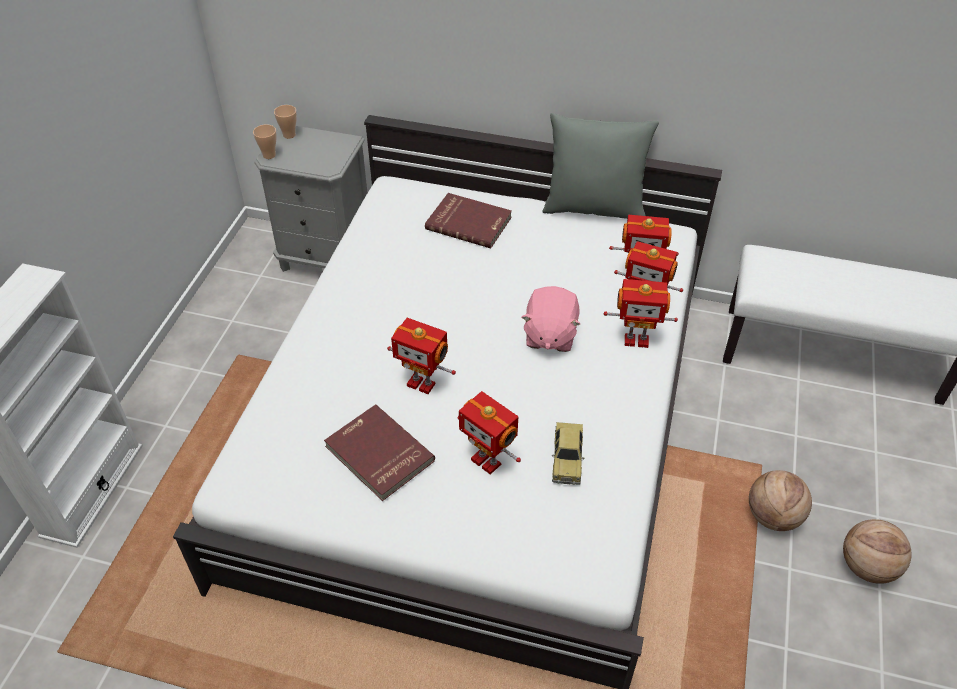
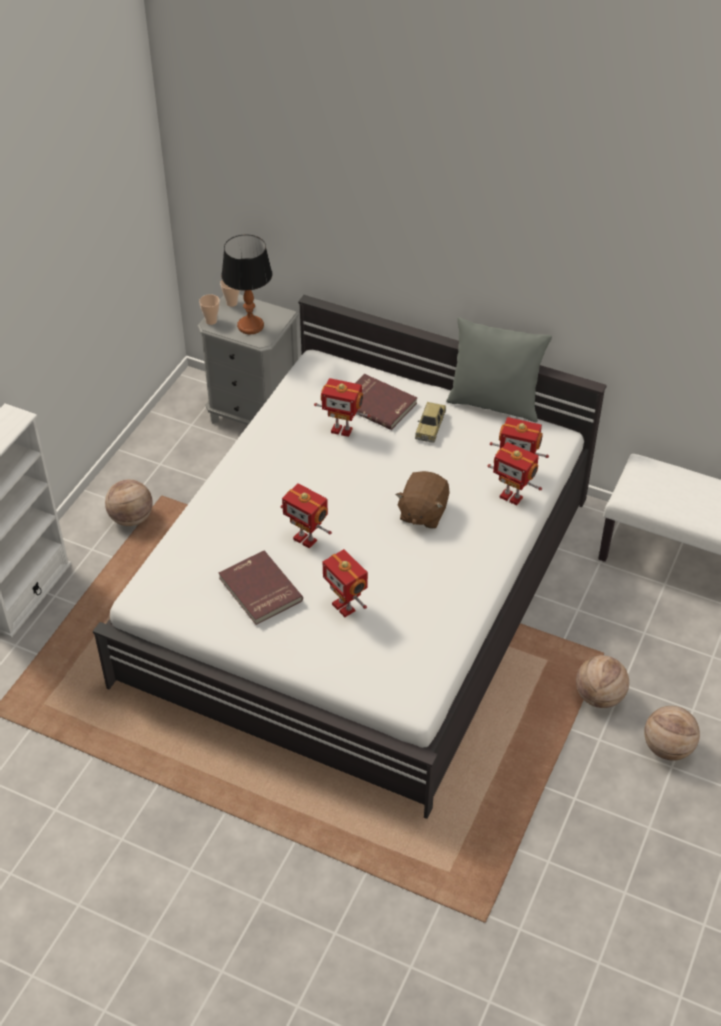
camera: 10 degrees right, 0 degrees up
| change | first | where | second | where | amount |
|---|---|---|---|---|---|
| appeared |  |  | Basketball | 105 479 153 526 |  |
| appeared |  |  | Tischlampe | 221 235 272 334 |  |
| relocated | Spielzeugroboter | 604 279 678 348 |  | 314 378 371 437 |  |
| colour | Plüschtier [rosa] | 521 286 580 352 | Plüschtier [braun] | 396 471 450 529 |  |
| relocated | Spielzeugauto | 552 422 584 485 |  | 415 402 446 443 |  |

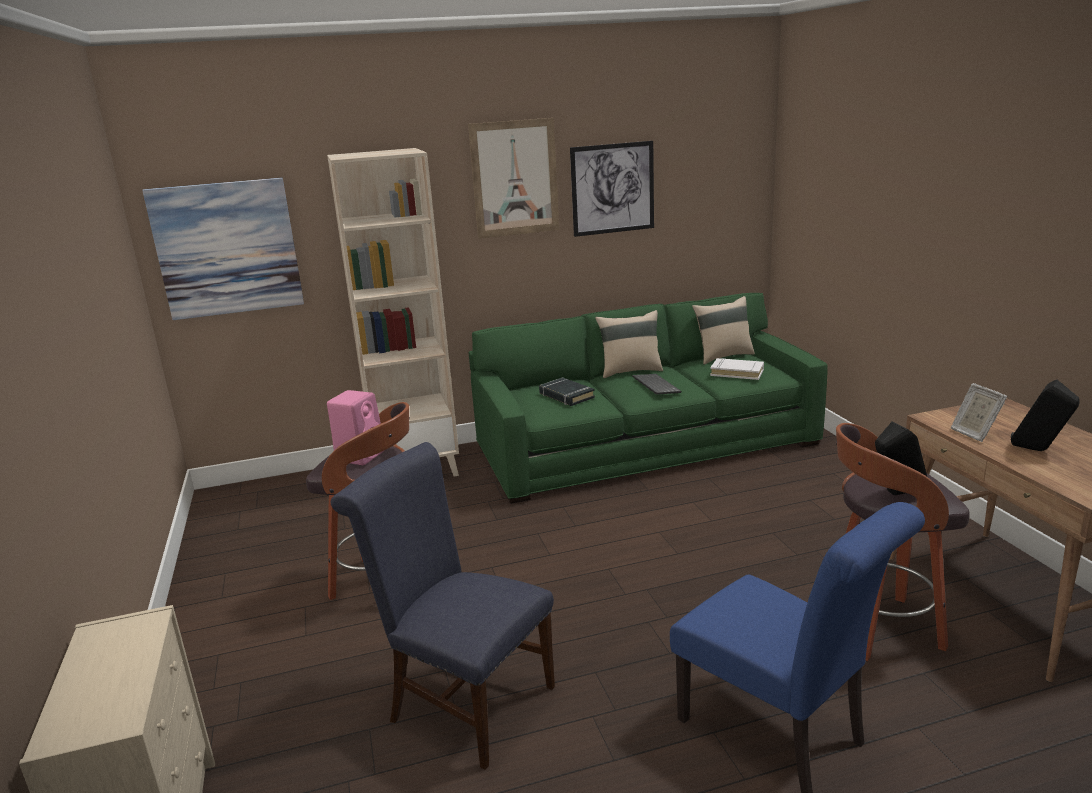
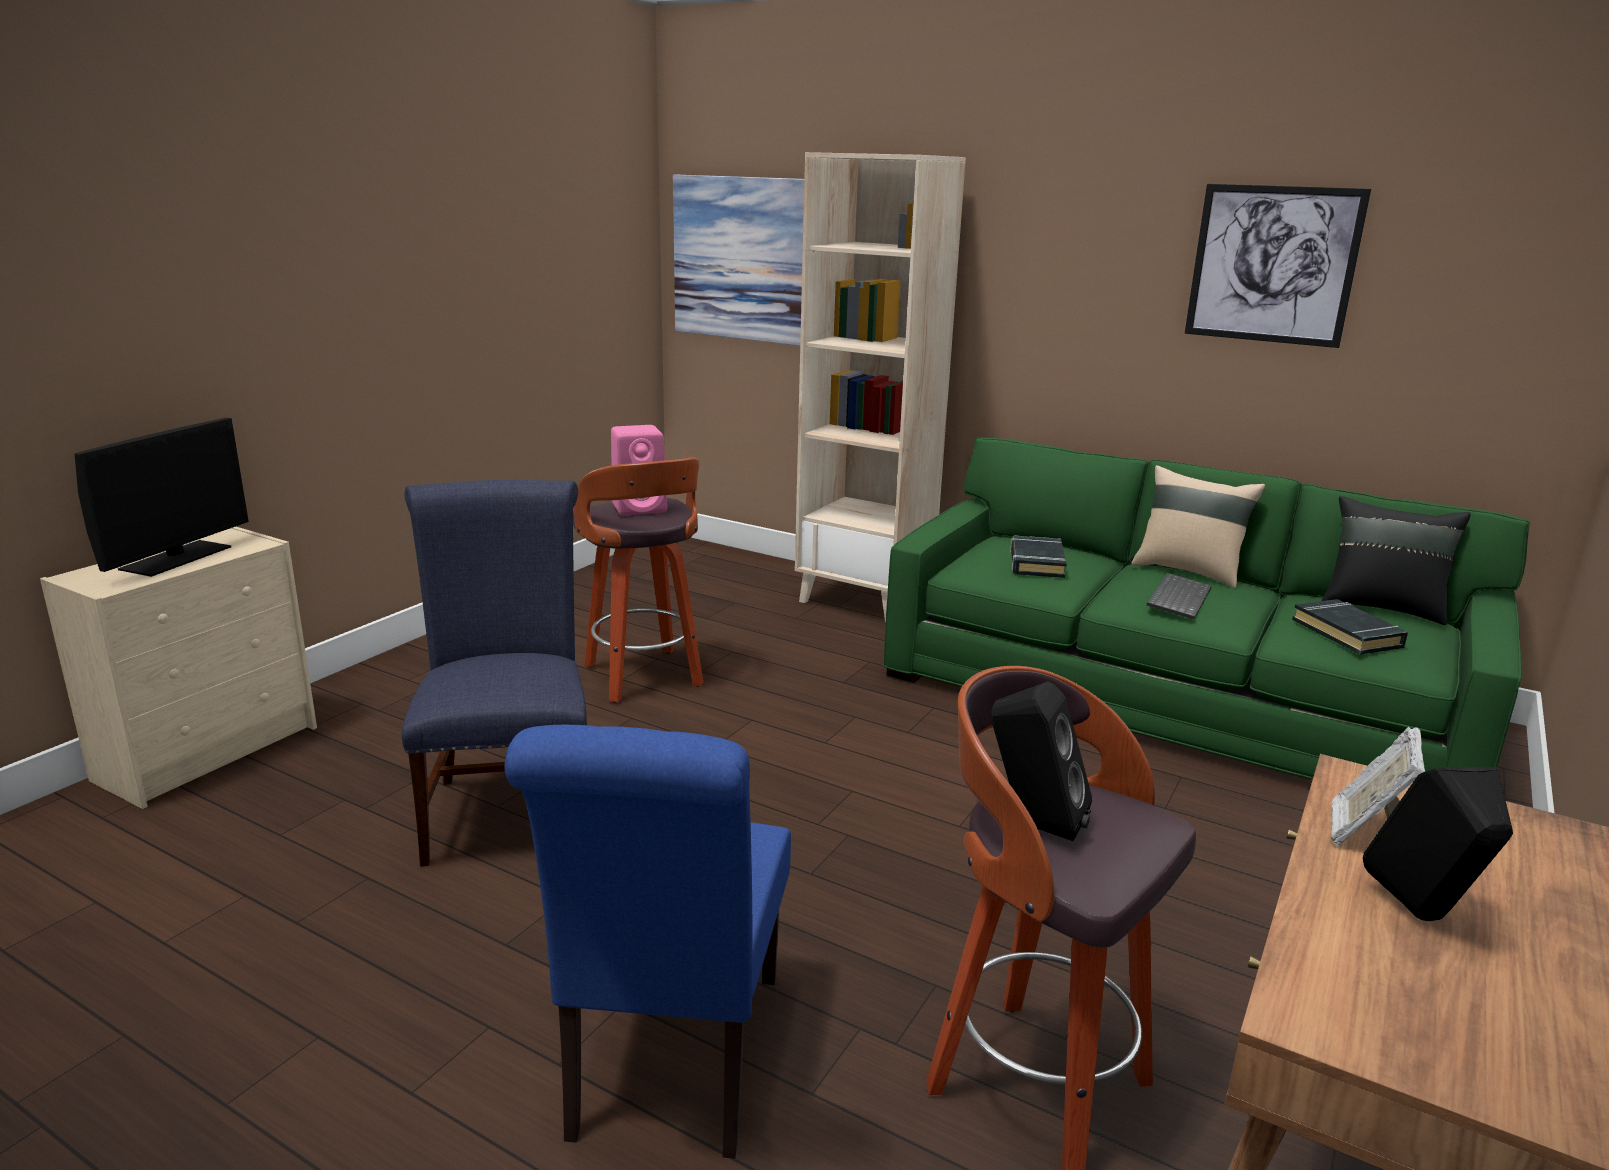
camera: 45 degrees right, 0 degrees up
| change | first | where | second | where | amount |
|---|---|---|---|---|---|
| appeared |  |  | Monitor | 74 418 249 577 |  |
| colour | Buch [weiß] | 710 358 764 380 | Buch [schwarz] | 1292 599 1408 655 |  |
| colour | Kissen [beige] | 692 296 755 365 | Kissen [schwarz] | 1321 496 1471 625 |  |
| missing | Bild | 468 118 559 239 |  |  |  |

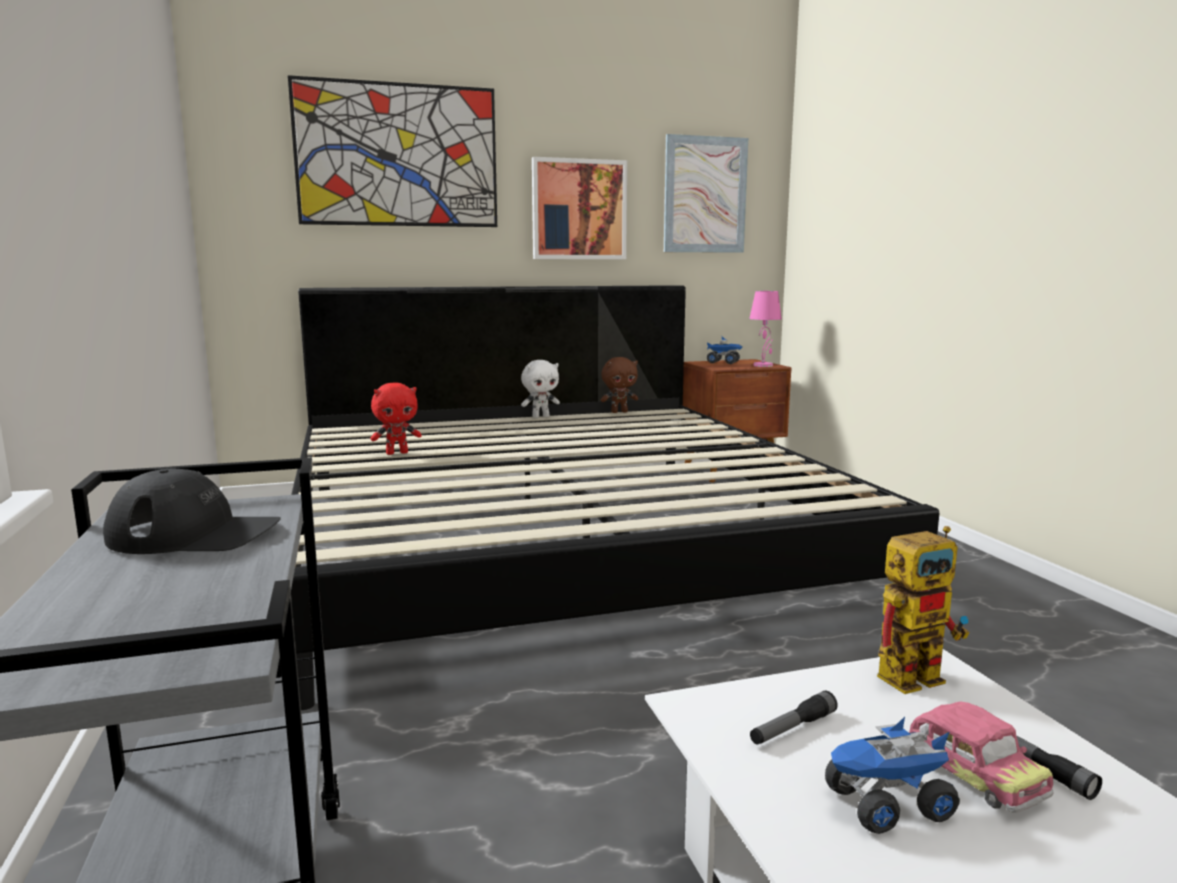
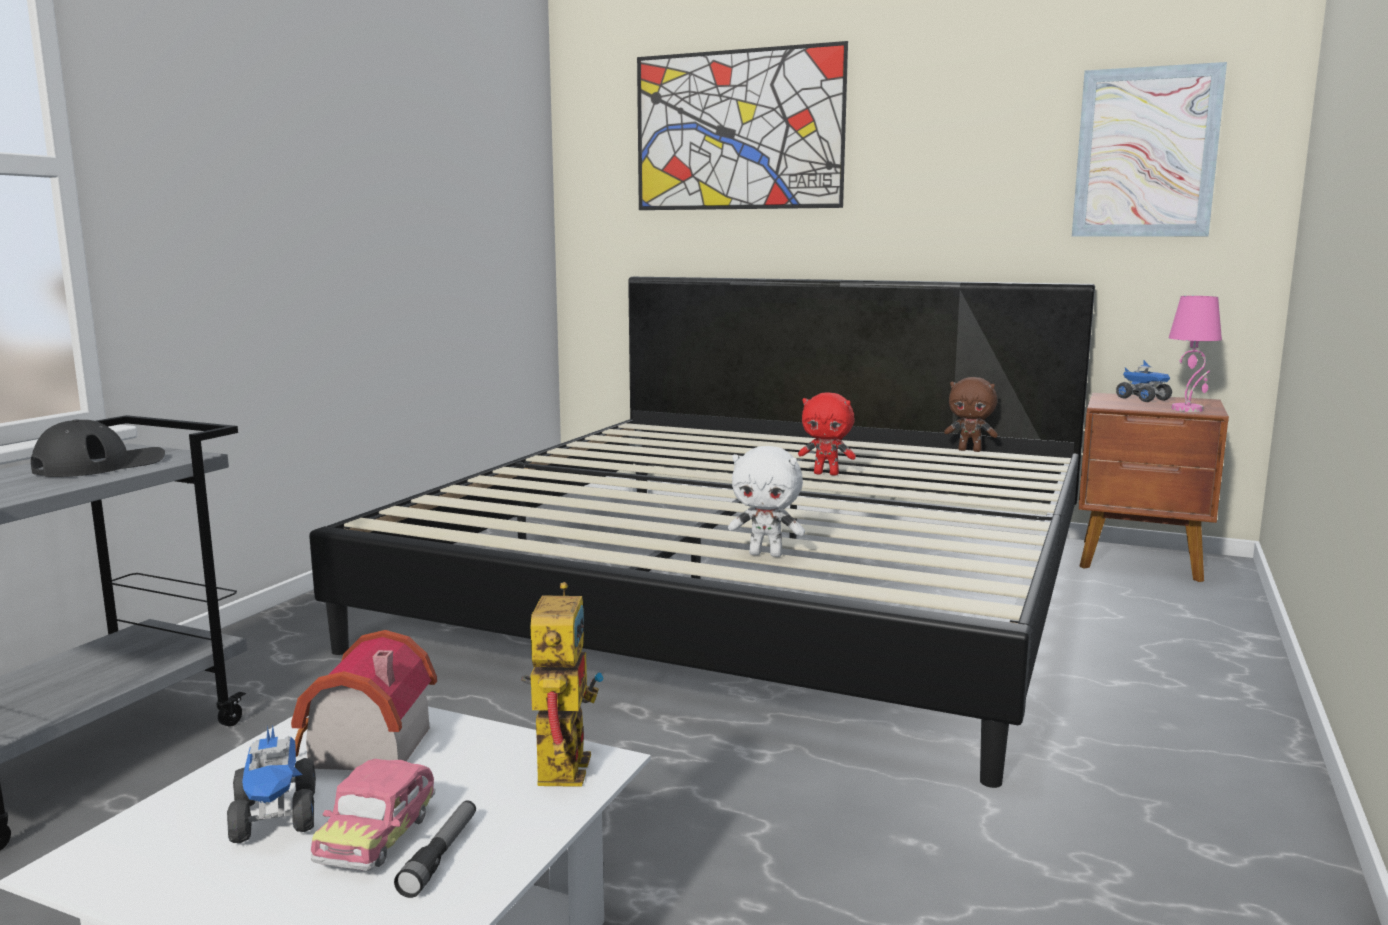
camera: 40 degrees right, 0 degrees up
| change | first | where | second | where | amount |
|---|---|---|---|---|---|
| spun | Kappe [schwarz] | 103 469 281 554 |  | 31 419 165 477 | 90 degrees counterclockwise |
| spun | Spielzeuglaster | 825 717 960 834 |  | 227 725 316 843 | 135 degrees counterclockwise |
| exchanged | Taschenlampe | 750 691 838 744 | Spielzeughaus | 291 630 437 770 |  |
| spun | Spielzeugroboter | 877 526 970 694 |  | 521 582 604 787 | 105 degrees counterclockwise |
| relocated | Plüschtier [weiß] | 521 360 560 418 |  | 728 446 805 557 |  |
| relocated | Plüschtier [rot] | 371 383 422 455 |  | 798 393 856 476 |  |
| missing | Bild | 532 157 627 259 |  |  |  |

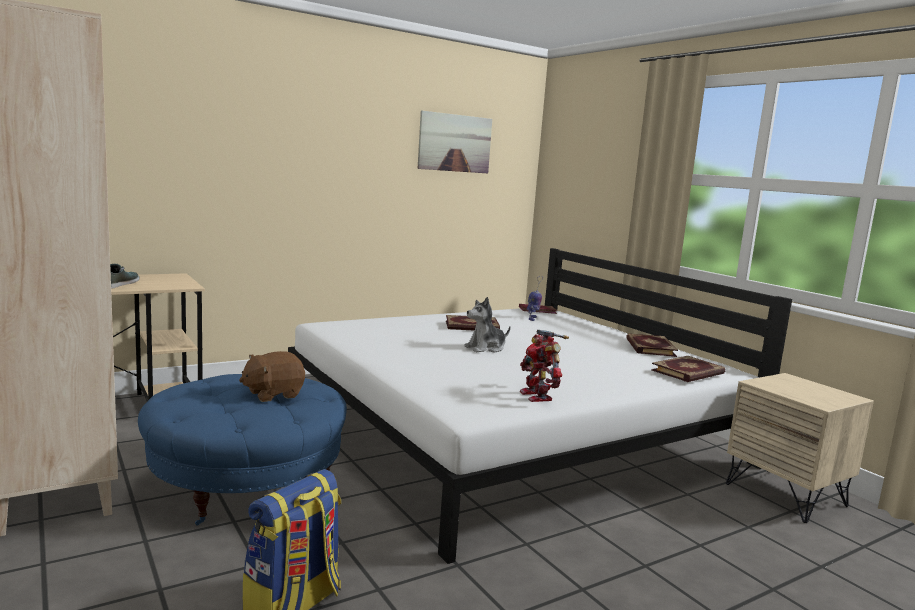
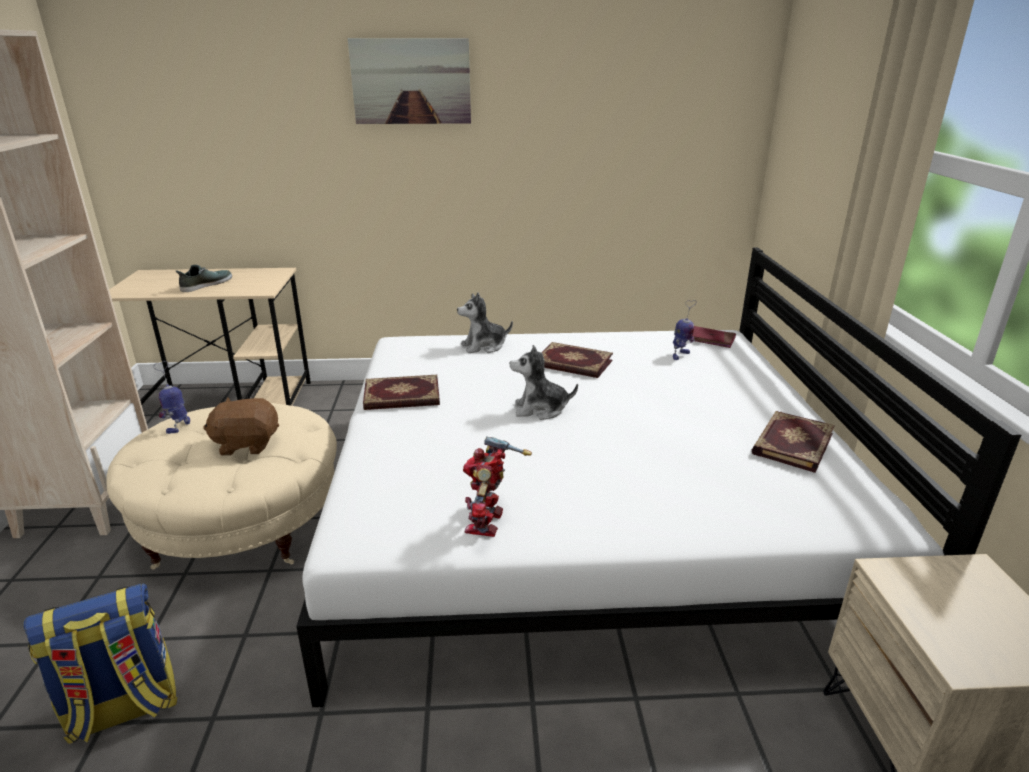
camera: 30 degrees right, 15 degrees up
| change | first | where | second | where | amount |
|---|---|---|---|---|---|
| colour | Polsterhocker [blau] | 138 374 347 525 | Polsterhocker [beige] | 106 403 337 570 |  |
| appeared |  |  | Spielzeugroboter | 154 361 190 434 |  |
| relocated | Bild | 417 111 492 173 |  | 348 38 471 124 |  |
| relocated | Buch | 651 356 725 382 |  | 363 375 440 410 |  |
| appeared |  |  | Plüschtier | 457 293 513 353 |  |

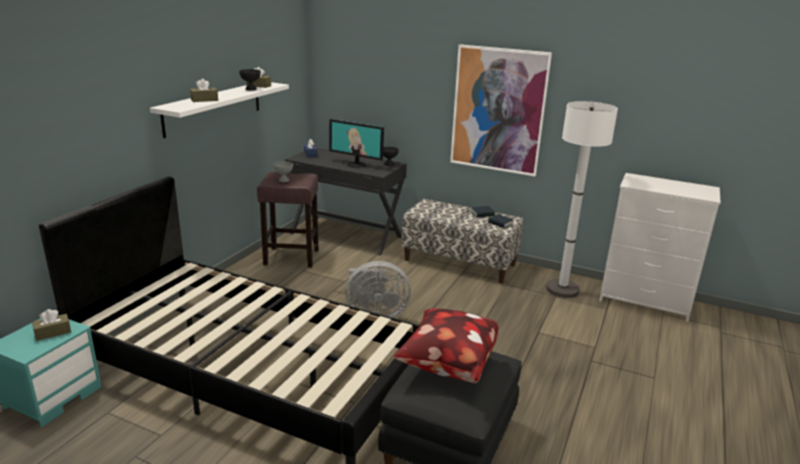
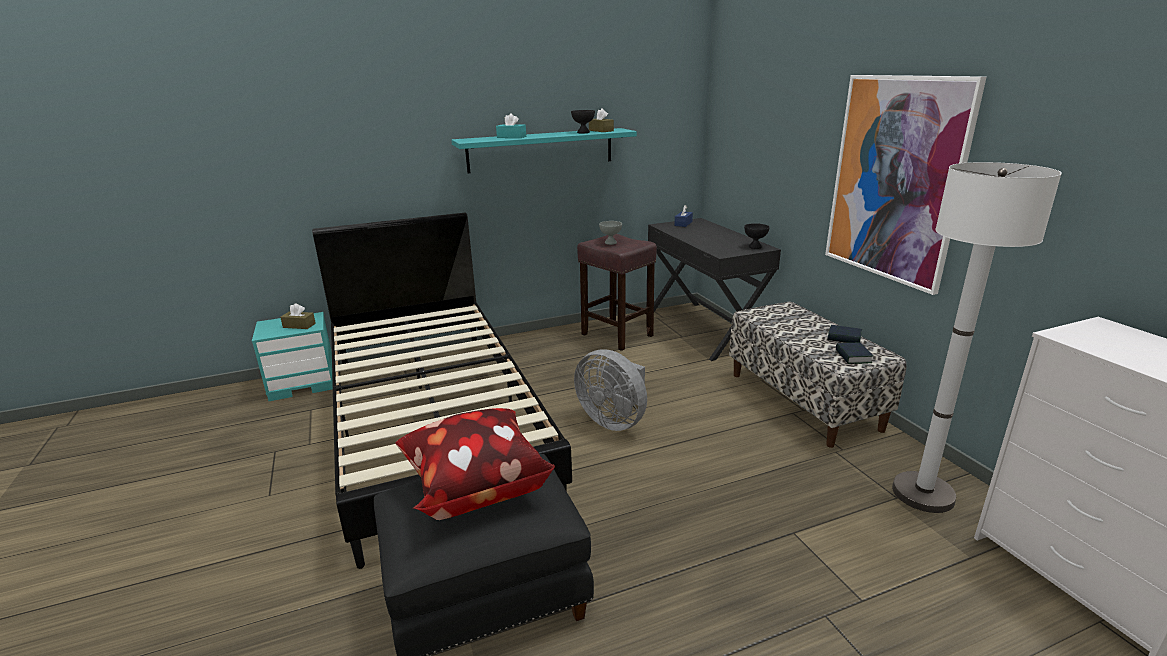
camera: 45 degrees right, 0 degrees up
| change | first | where | second | where | amount |
|---|---|---|---|---|---|
| colour | Wandregal [weiß] | 150 82 289 138 | Wandregal [türkis] | 451 128 637 173 |  |
| colour | Taschentuchbox [braun] | 190 79 218 102 | Taschentuchbox [türkis] | 496 113 526 138 |  |
| missing | Monitor | 329 119 384 168 |  |  |  |

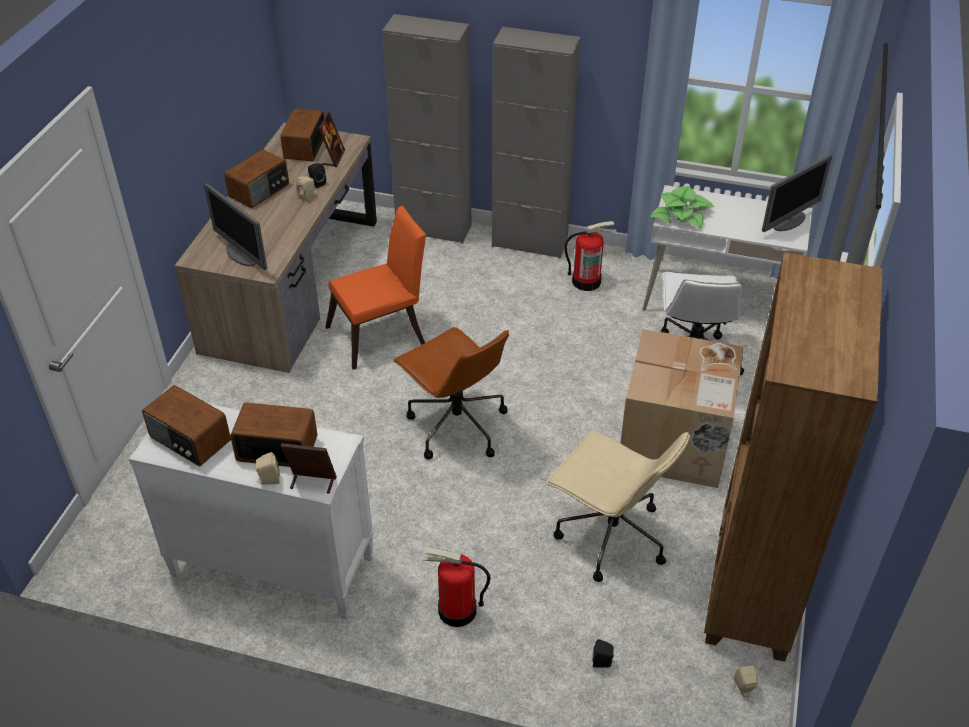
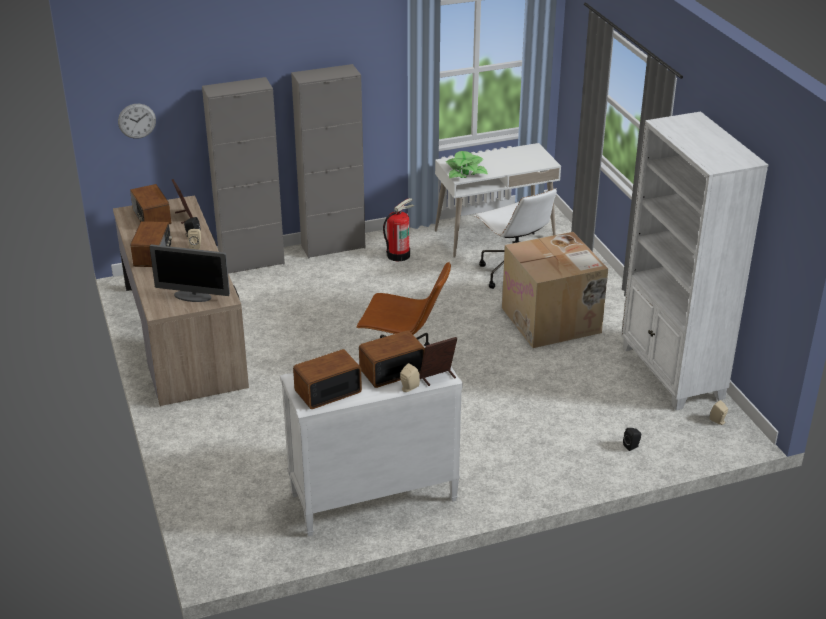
camera: 35 degrees left, 10 degrees down
| change | first | where | second | where | amount |
|---|---|---|---|---|---|
| appeared |  |  | Wanduhr | 118 104 156 139 |  |
| spun | Radio | 142 385 231 466 |  | 293 349 362 409 | 150 degrees clockwise |
| colour | Bücherregal [braun] | 704 252 883 662 | Bücherregal [weiß] | 621 111 768 410 |  |
| missing | Stuhl [orange] | 325 206 426 370 |  |  |  |
| missing | Feuerlöscher | 420 547 490 627 |  |  |  |
| missing | Bürostuhl [beige] | 546 431 690 582 |  |  |  |
| missing | Monitor | 762 155 832 232 |  |  |  |

